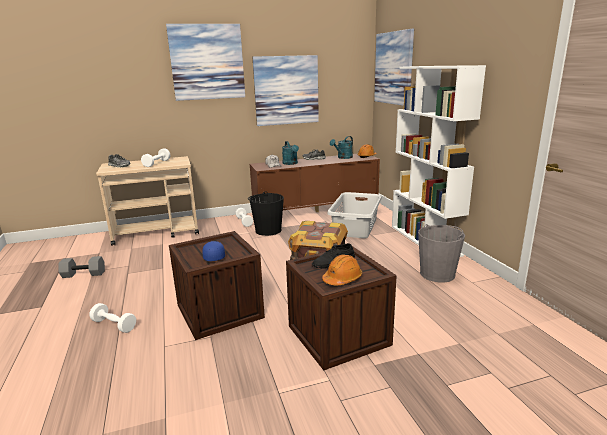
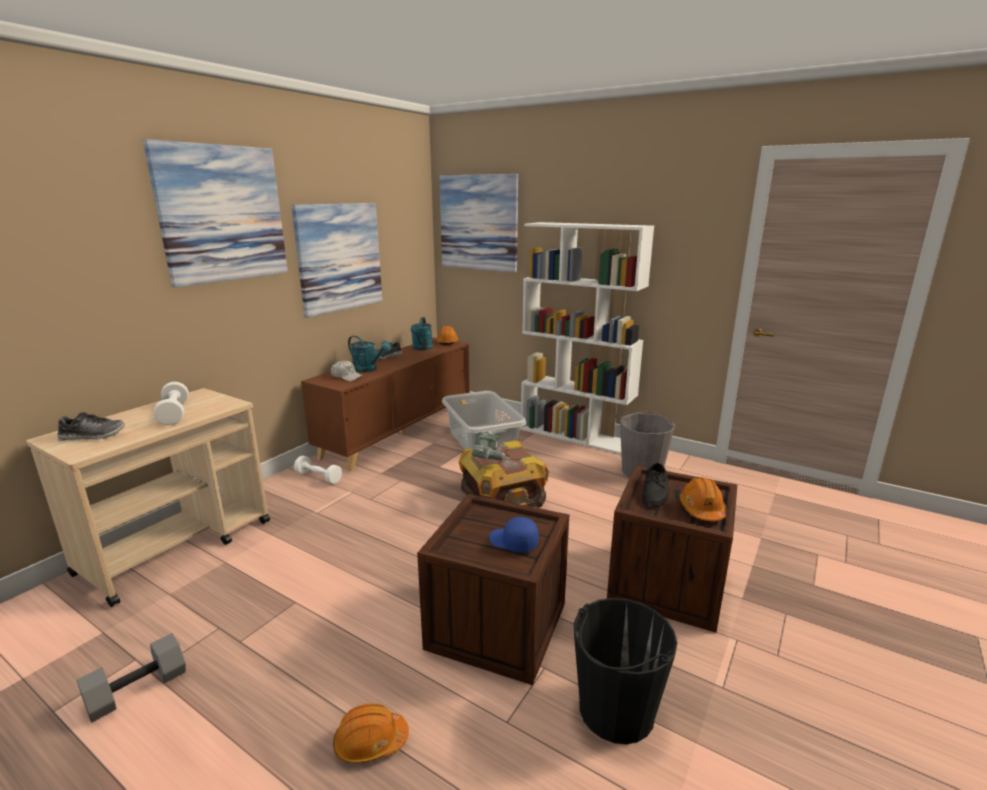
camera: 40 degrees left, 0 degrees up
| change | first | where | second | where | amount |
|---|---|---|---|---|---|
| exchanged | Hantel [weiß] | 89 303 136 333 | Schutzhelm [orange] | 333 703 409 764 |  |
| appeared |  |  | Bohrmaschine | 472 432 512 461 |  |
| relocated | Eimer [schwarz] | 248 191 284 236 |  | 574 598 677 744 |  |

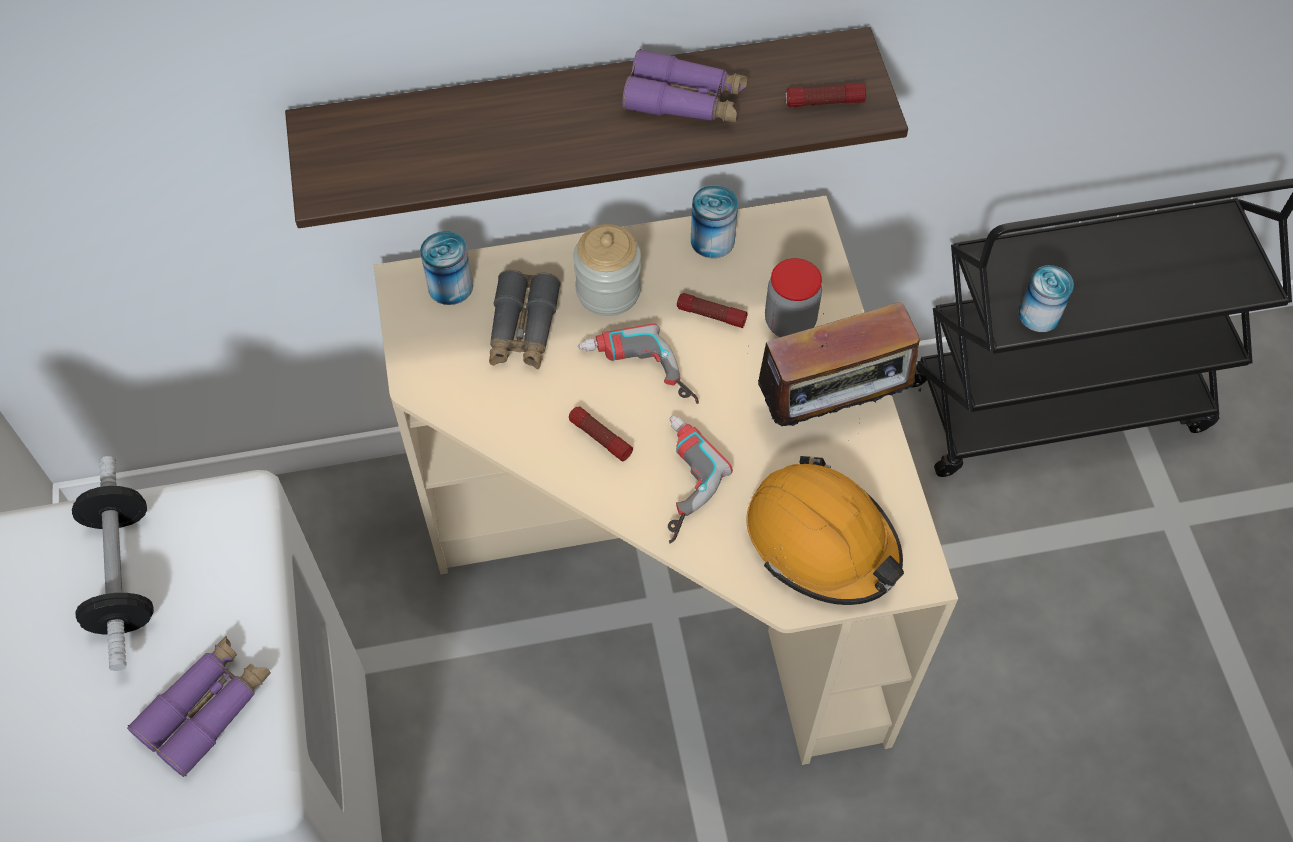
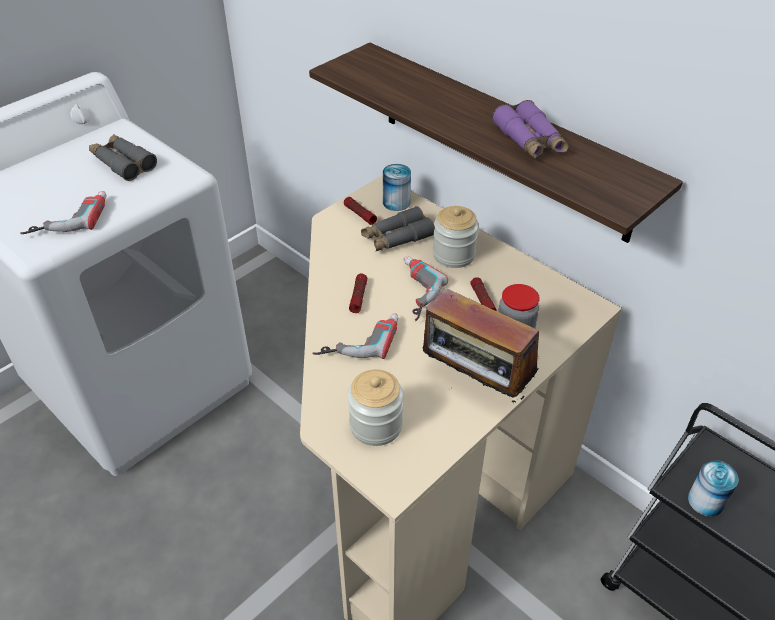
camera: 55 degrees right, 15 degrees down
| change | first | where | second | where | amount |
|---|---|---|---|---|---|
| exchanged | Fernglas [lila] | 127 636 271 777 | Bohrmaschine | 20 191 107 234 |  |
| exchanged | Hantel | 72 456 154 671 | Fernglas [grau] | 89 134 157 181 |  |
| relocated | Taschenlampe | 785 83 866 107 |  | 344 197 377 225 |  |
| exchanged | Schutzhelm [orange] | 746 456 904 605 | Vorratsglas | 348 369 404 446 |  |
| missing | Dose | 691 185 738 258 |  |  |  |

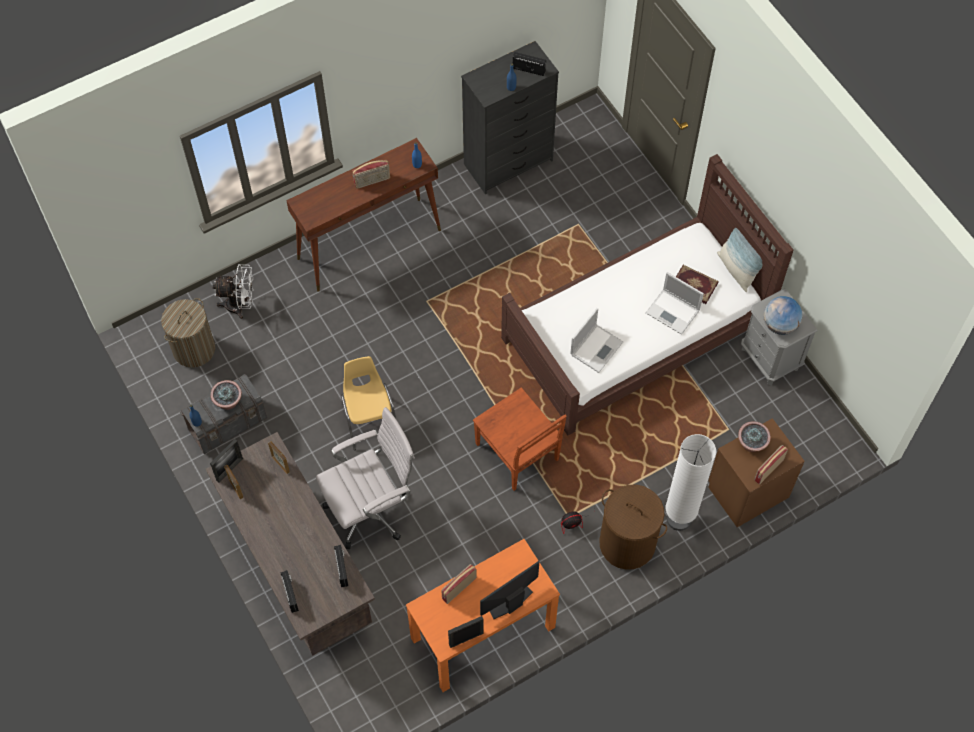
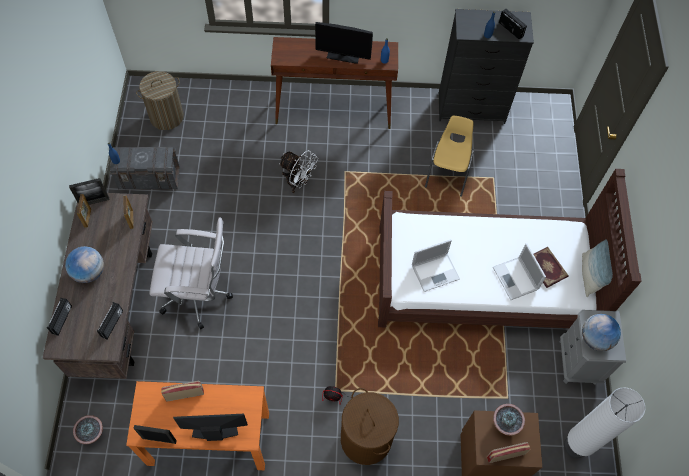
camera: 30 degrees right, 0 degrees up
| change | first | where | second | where | amount |
|---|---|---|---|---|---|
| appeared |  |  | Globus | 65 246 104 283 |  |
| relocated | Topfpflanze | 210 380 242 410 |  | 73 415 103 444 |  |
| relocated | Ventilator [weiß] | 213 264 254 319 |  | 279 150 318 193 |  |
| exchanged | Radio | 353 160 390 189 | Monitor | 315 22 373 64 |  |
| relocated | Stuhl [gelb] | 341 356 396 450 |  | 425 116 474 197 |  |
| relocated | Stehlampe [weiß] | 666 434 716 531 |  | 564 387 645 458 |  |
| missing | Stuhl [braun] | 473 387 566 491 |  |  |  |

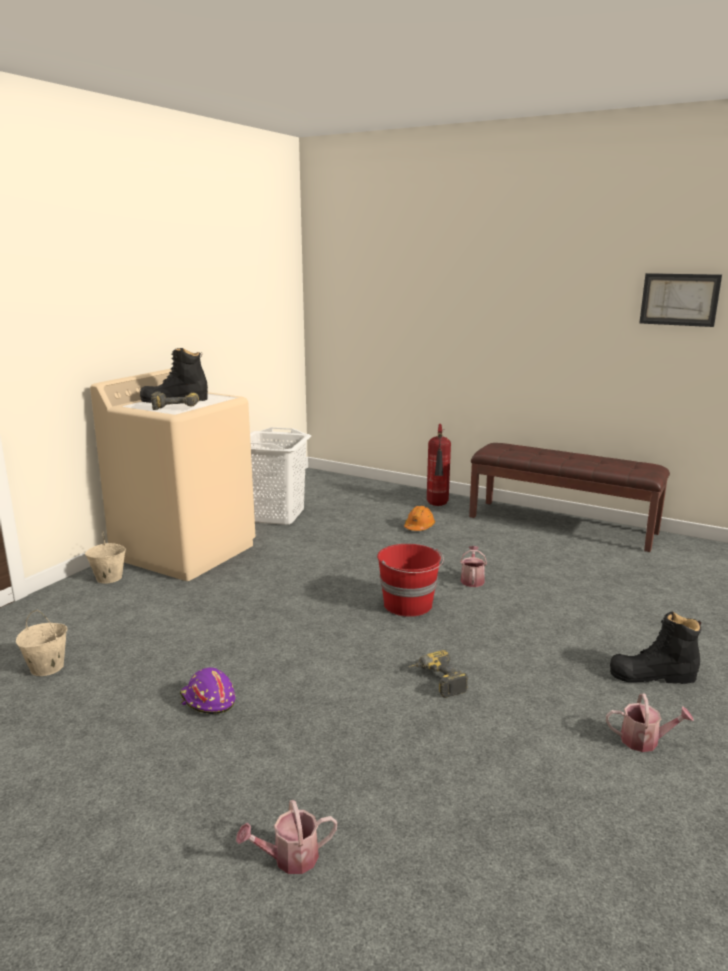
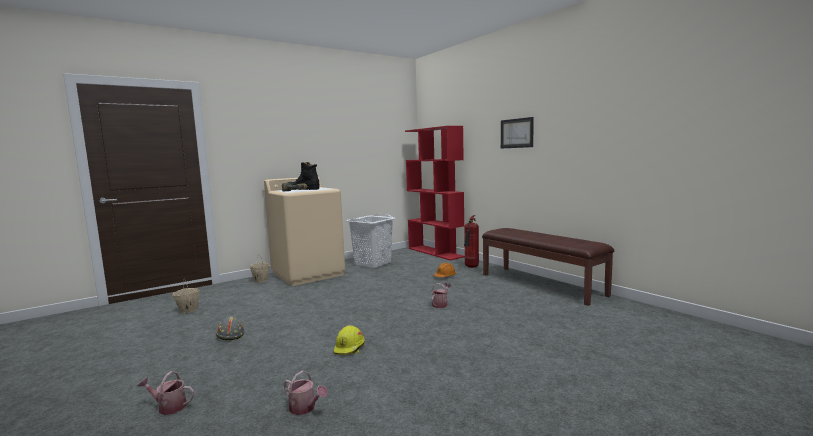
camera: 25 degrees right, 10 degrees down
| change | first | where | second | where | amount |
|---|---|---|---|---|---|
| colour | Schutzhelm [lila] | 180 668 236 714 | Schutzhelm [grau] | 216 316 245 340 |  |
| relocated | Gießkanne | 606 693 693 752 |  | 284 371 328 415 |  |
| exchanged | Bohrmaschine | 409 650 468 698 | Schutzhelm [gelb] | 334 325 365 355 |  |
| appeared |  |  | Bücherregal [rot] | 405 126 465 260 |  |
| relocated | Bild | 639 273 722 327 |  | 501 117 534 148 |  |
| missing | Eimer [rot] | 377 544 444 617 |  |  |  |
| missing | Stiefel [schwarz] | 610 611 701 684 |  |  |  |

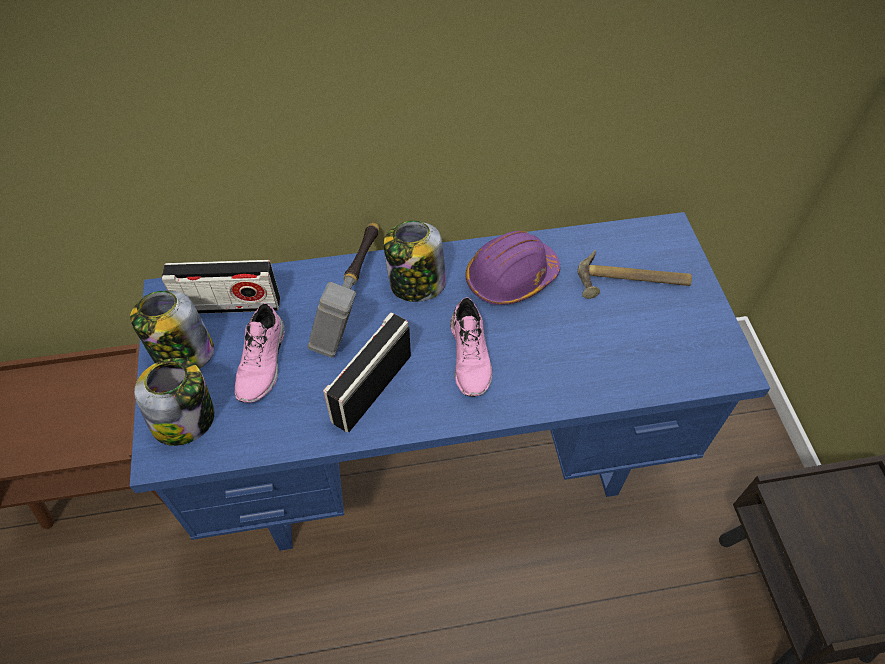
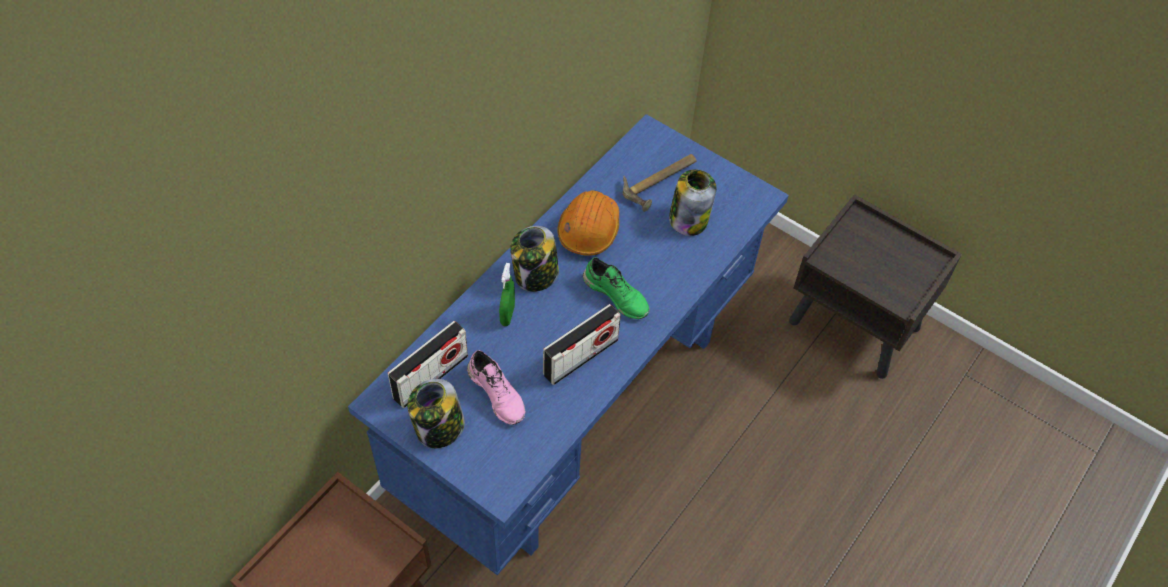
camera: 45 degrees left, 0 degrees up
| change | first | where | second | where | amount |
|---|---|---|---|---|---|
| exchanged | Hammer | 307 223 379 358 | Sprühflasche [grün] | 499 263 515 326 |  |
| spun | Radio | 323 313 411 432 |  | 543 304 621 385 | 120 degrees counterclockwise |
| colour | Schutzhelm [lila] | 465 231 560 305 | Schutzhelm [orange] | 557 190 619 256 |  |
| colour | Schuh [rosa] | 450 297 492 397 | Schuh [grün] | 583 257 650 319 |  |
| relocated | Vorratsglas | 134 358 214 446 |  | 669 169 716 236 |  |

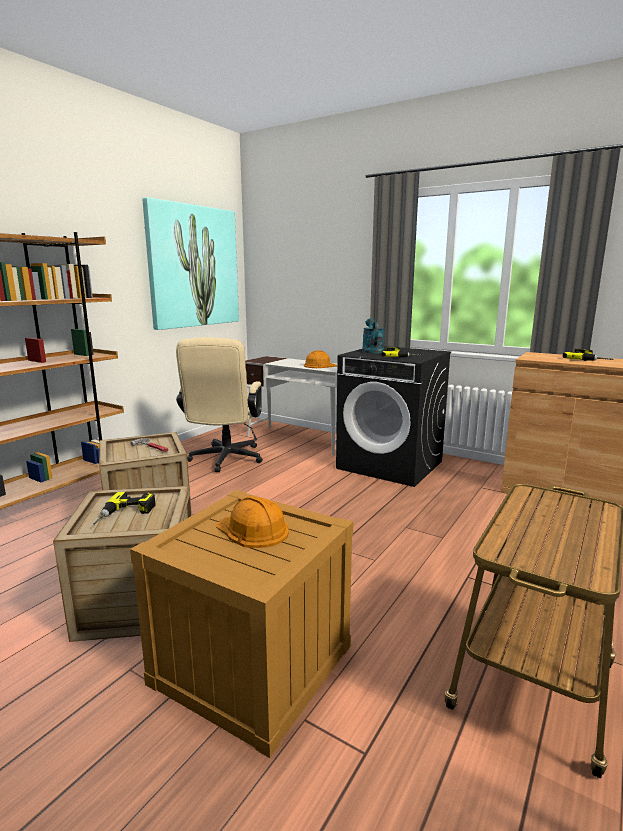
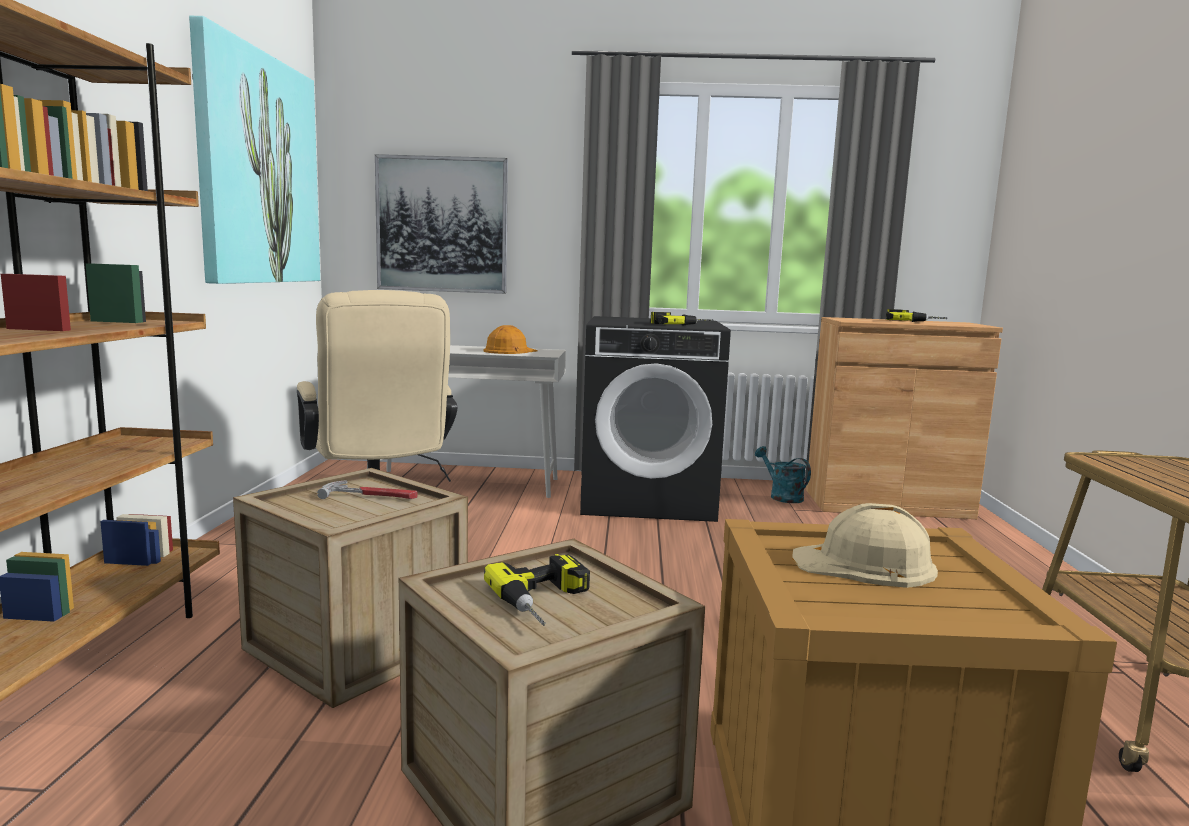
camera: 30 degrees left, 5 degrees down
| change | first | where | second | where | amount |
|---|---|---|---|---|---|
| appeared |  |  | Bild | 375 154 508 294 |  |
| relocated | Gießkanne [türkis] | 362 318 385 353 |  | 755 446 811 503 |  |
| colour | Schutzhelm [orange] | 216 496 289 548 | Schutzhelm [beige] | 792 503 938 588 |  |

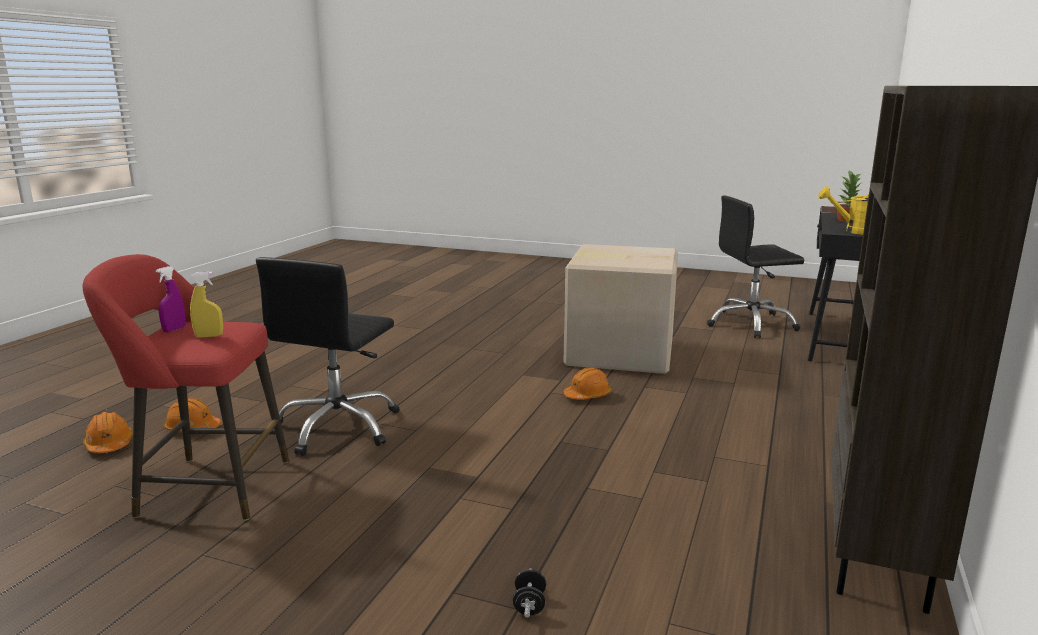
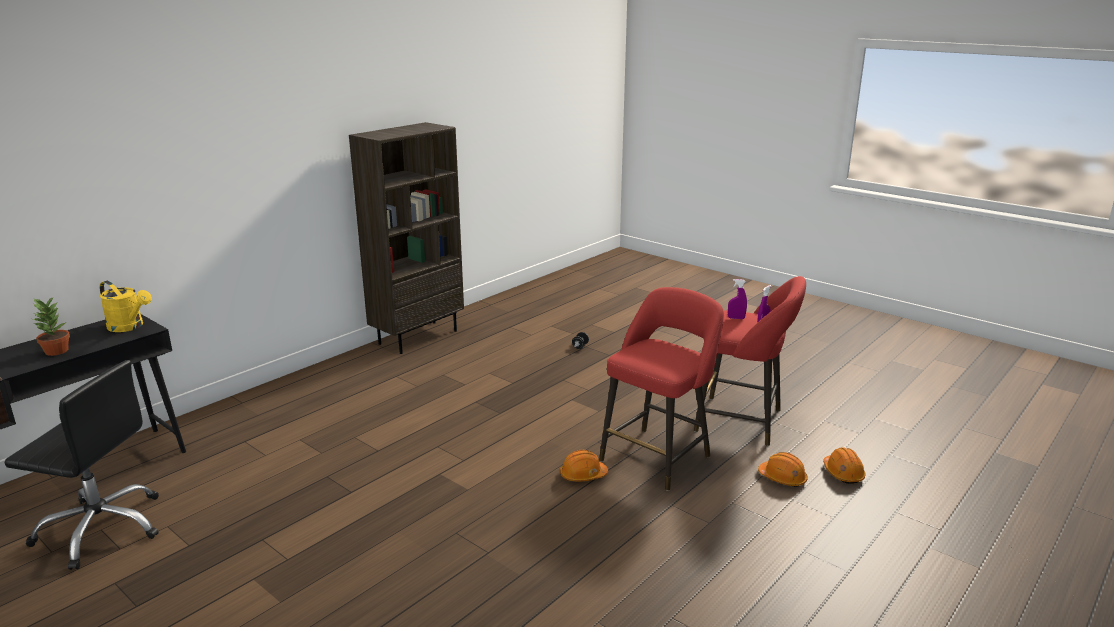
camera: 160 degrees left, 5 degrees up
| change | first | where | second | where | amount |
|---|---|---|---|---|---|
| relocated | Schutzhelm [orange] | 563 368 612 400 |  | 560 450 608 481 |  |
| exchanged | Bürostuhl [schwarz] | 256 257 400 456 | Hocker [rot] | 599 287 724 491 |  |
| colour | Sprühflasche [gelb] | 190 271 223 338 | Sprühflasche [lila] | 728 279 747 319 |  |
| missing | Karton | 564 244 678 374 |  |  |  |

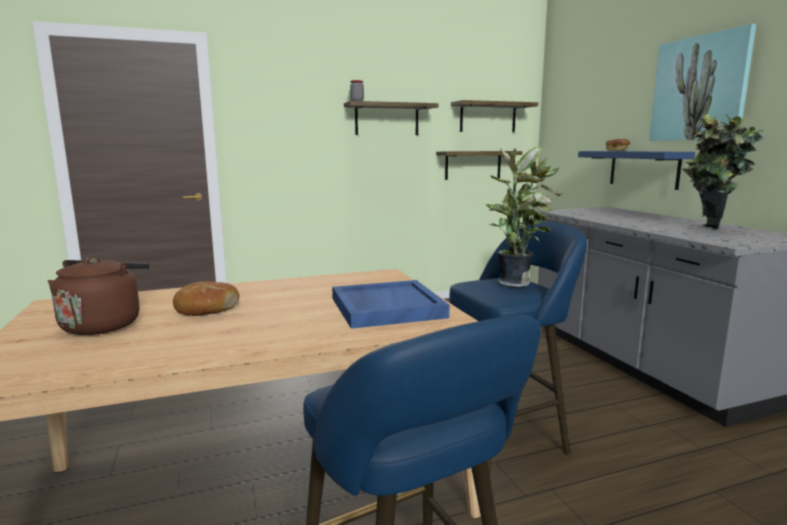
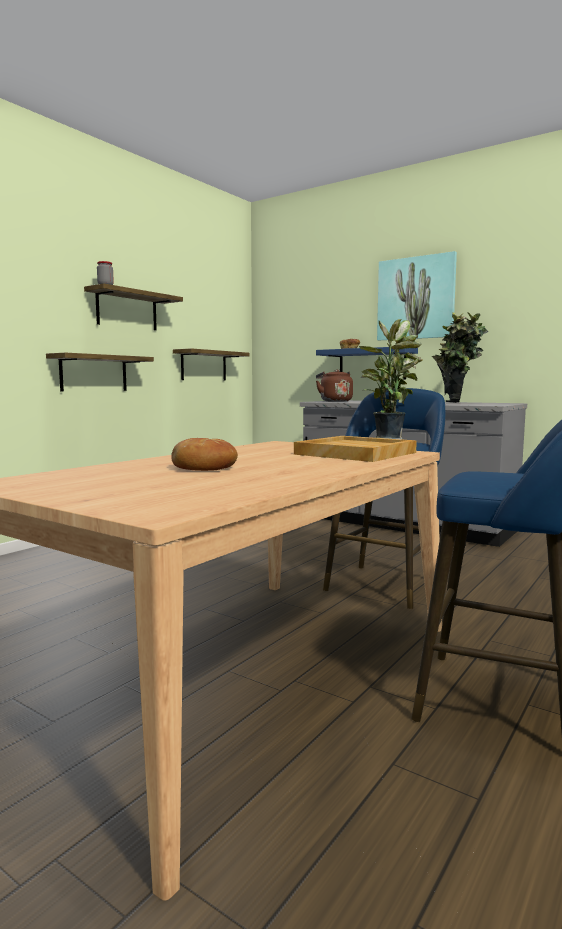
camera: 35 degrees left, 5 degrees down
| change | first | where | second | where | amount |
|---|---|---|---|---|---|
| relocated | Wandregal | 451 100 538 132 |  | 46 352 154 391 |  |
| colour | Tablett [blau] | 332 280 449 329 | Tablett [beige] | 294 436 417 462 |  |
| relocated | Wasserkessel [braun] | 48 257 149 335 |  | 316 369 353 402 |  |

